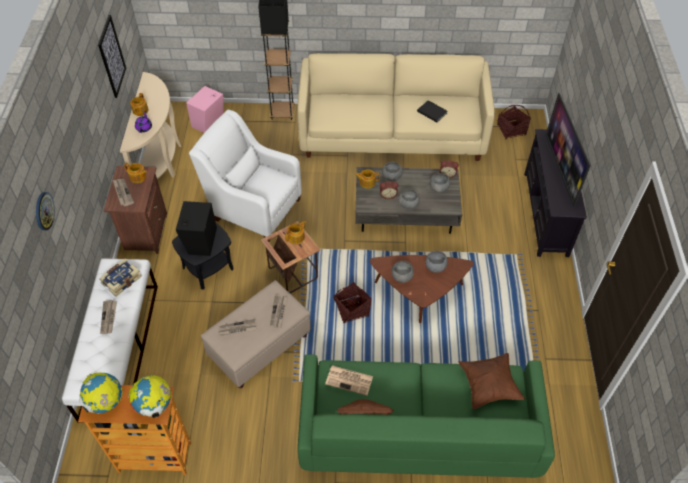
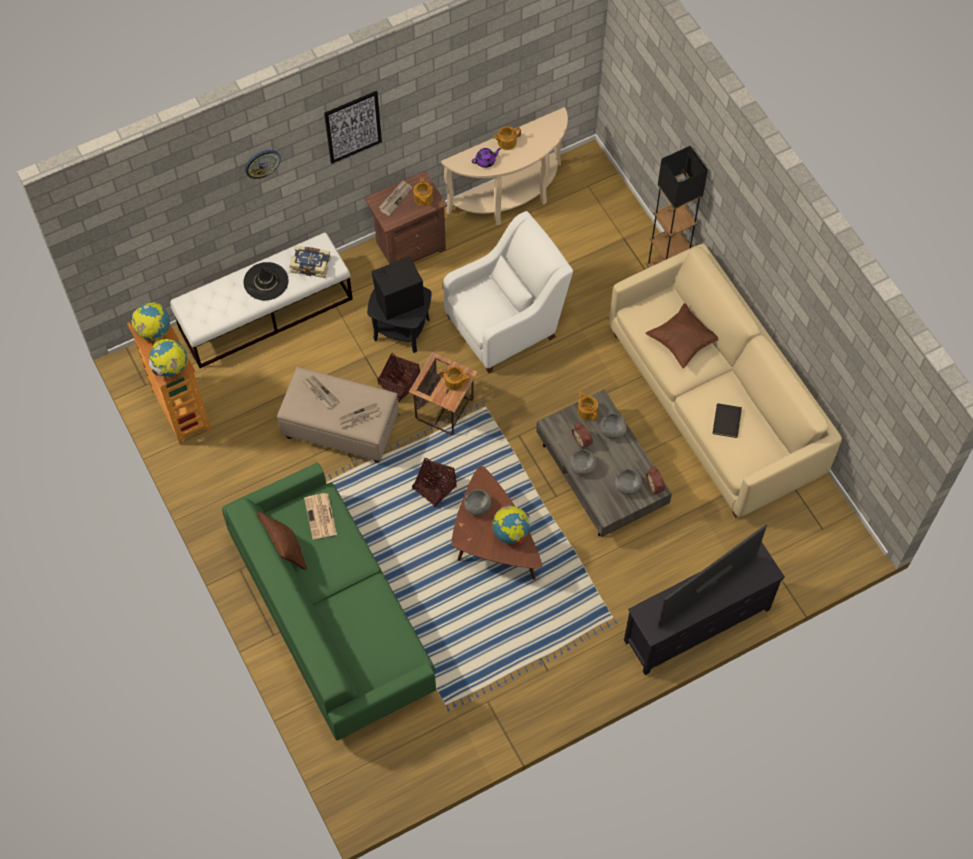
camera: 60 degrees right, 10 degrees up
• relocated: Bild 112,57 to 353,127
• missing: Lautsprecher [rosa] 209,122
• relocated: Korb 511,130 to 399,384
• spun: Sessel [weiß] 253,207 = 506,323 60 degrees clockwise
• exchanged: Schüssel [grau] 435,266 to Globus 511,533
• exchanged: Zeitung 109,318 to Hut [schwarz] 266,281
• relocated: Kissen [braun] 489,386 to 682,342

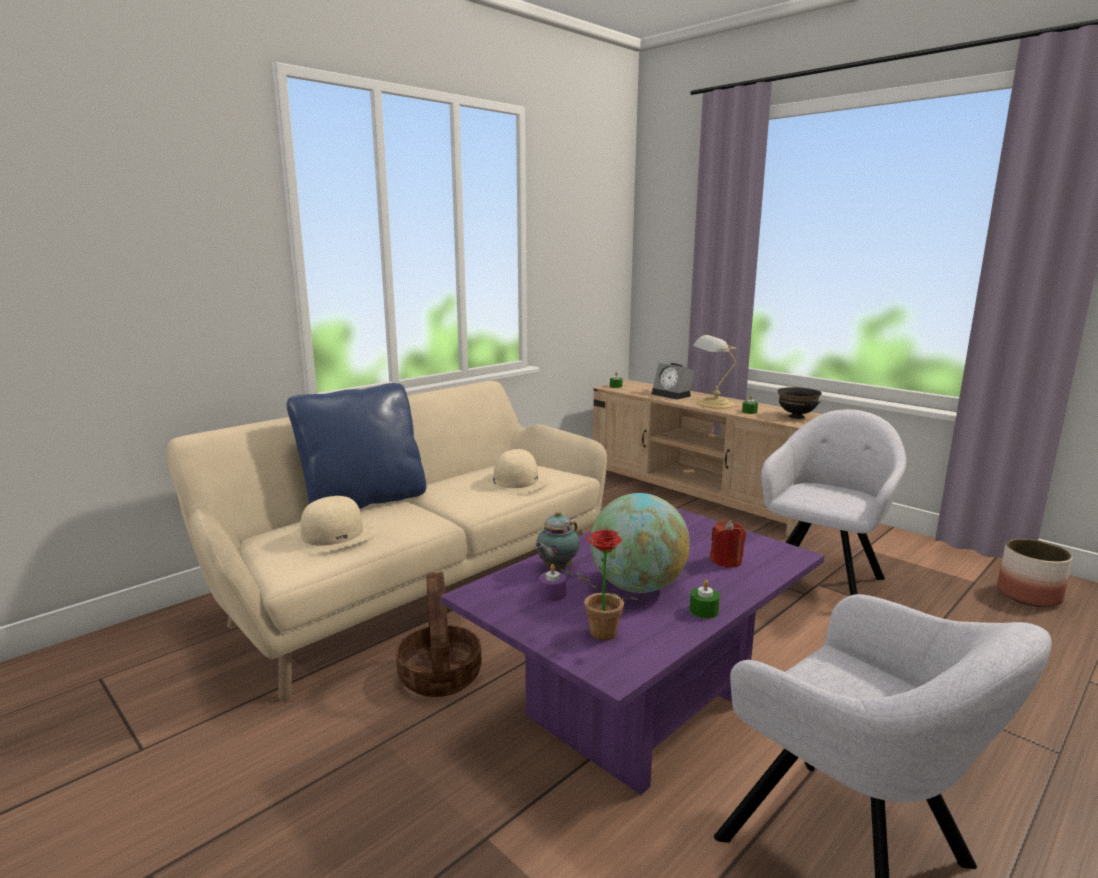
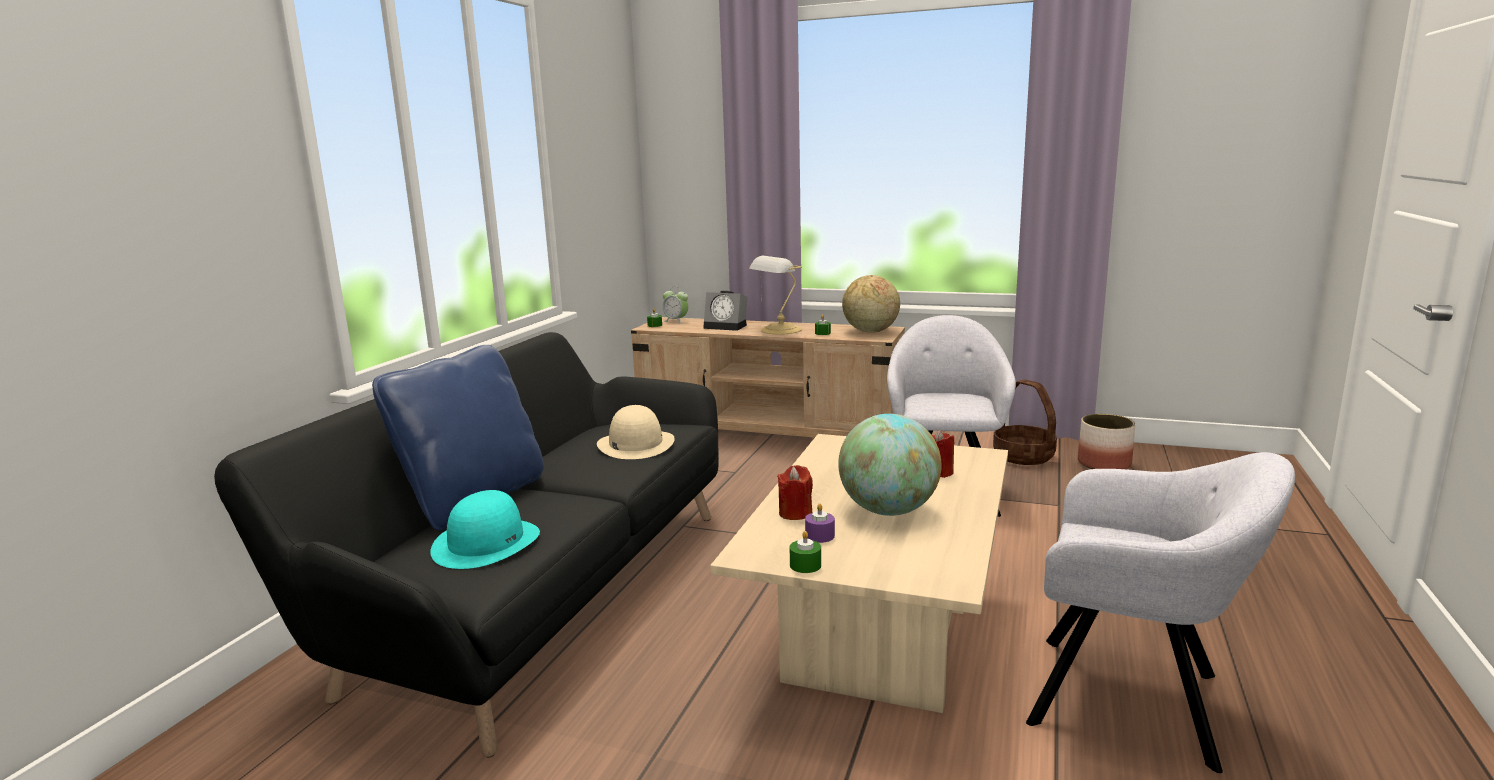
camera: 25 degrees left, 0 degrees up
• colour: Sofa [beige] 415,587 to Sofa [schwarz] 539,594
• exchanged: Schüssel [schwarz] 796,416 to Globus 870,331
• colour: Hut [beige] 333,536 to Hut [türkis] 486,542
• colour: Couchtisch [lila] 638,708 to Couchtisch [beige] 878,642
• exchanged: Teekanne 556,568 to Kerze [rot] 795,513
• missing: Topfpflanze 598,634
• relocated: Korb 441,676 to 1024,456
• relocated: Kerze [grün] 704,611 to 805,565
• appeared: Wecker 676,321

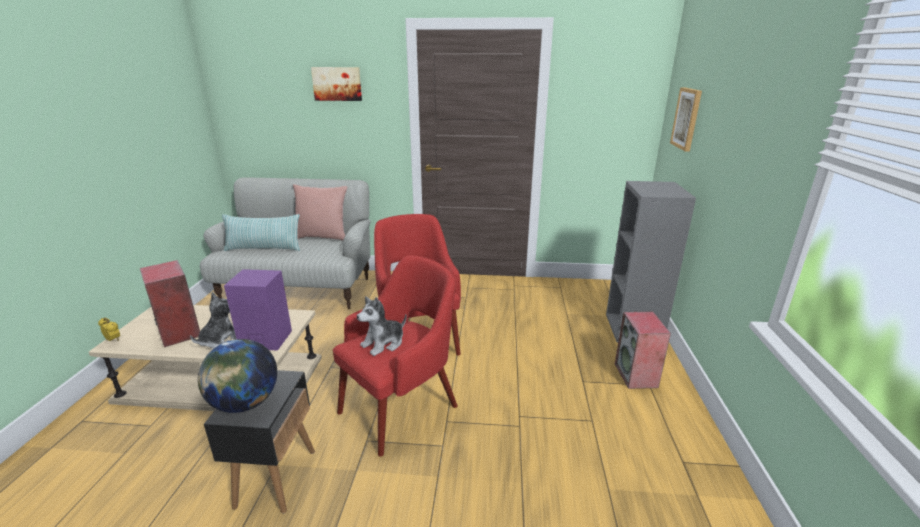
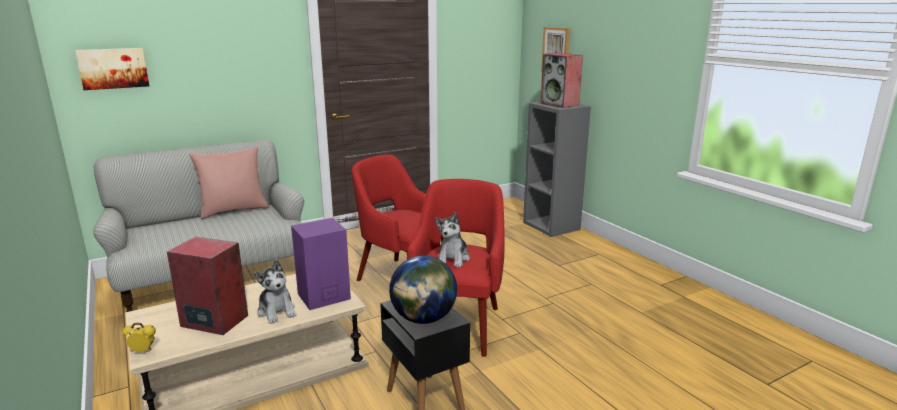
camera: 35 degrees left, 5 degrees down
• relocated: Bild 337,84 to 113,68
• missing: Kissen 264,248
• spun: Plüschtier 220,340 = 277,311 150 degrees clockwise
• relocated: Lautsprecher 636,376 to 560,104

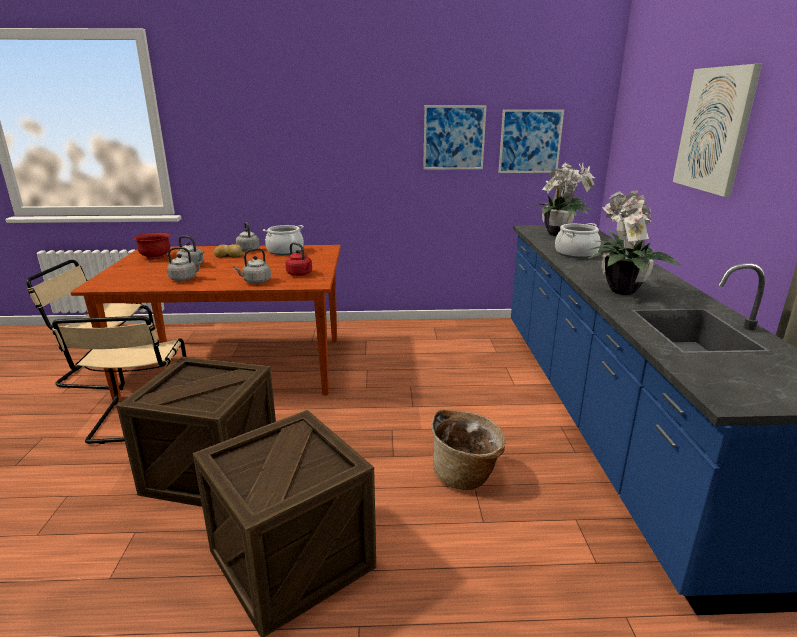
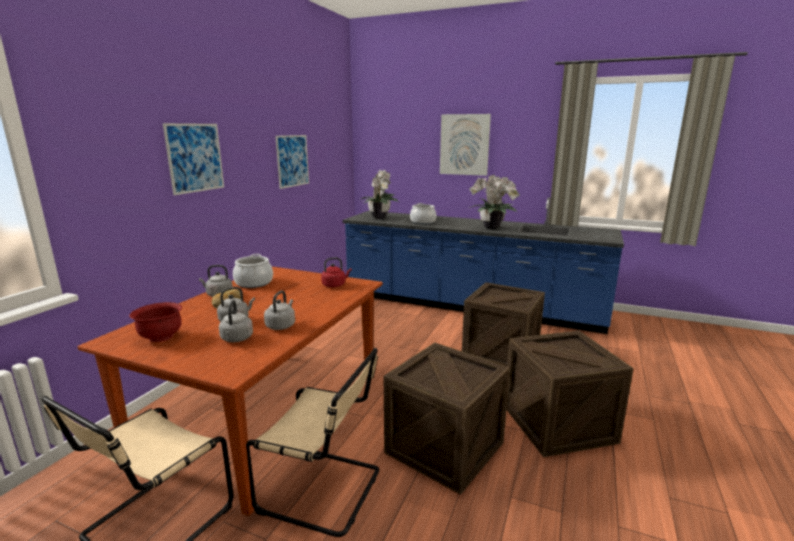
camera: 65 degrees left, 5 degrees down
• relocated: Bild 530,141 to 195,158
• relocated: Wasserkessel [grau] 255,281 to 236,339
• exchanged: Korb 465,475 to Kiste 501,352

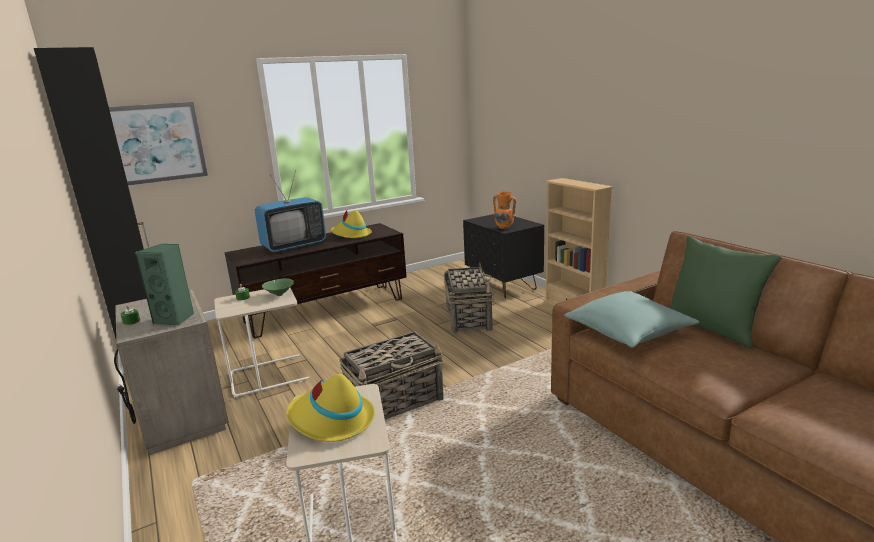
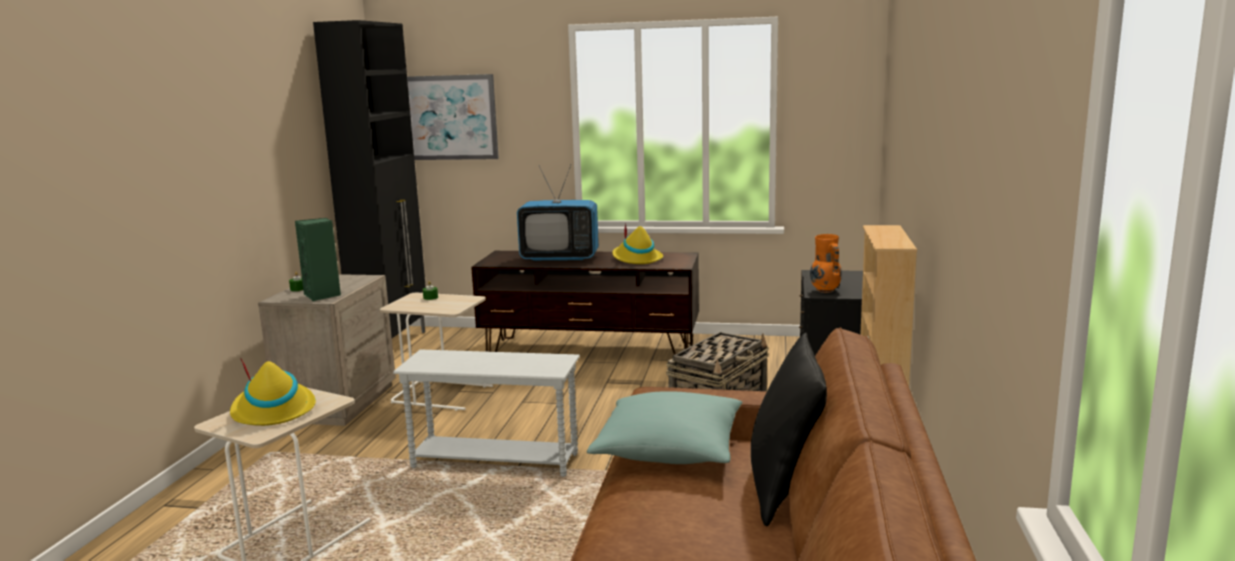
camera: 40 degrees right, 5 degrees down
• colour: Kissen [grün] 712,329 to Kissen [schwarz] 786,489
• missing: Schüssel [grün] 279,294
• exchanged: Korb 396,401 to Beistelltisch [weiß] 495,461

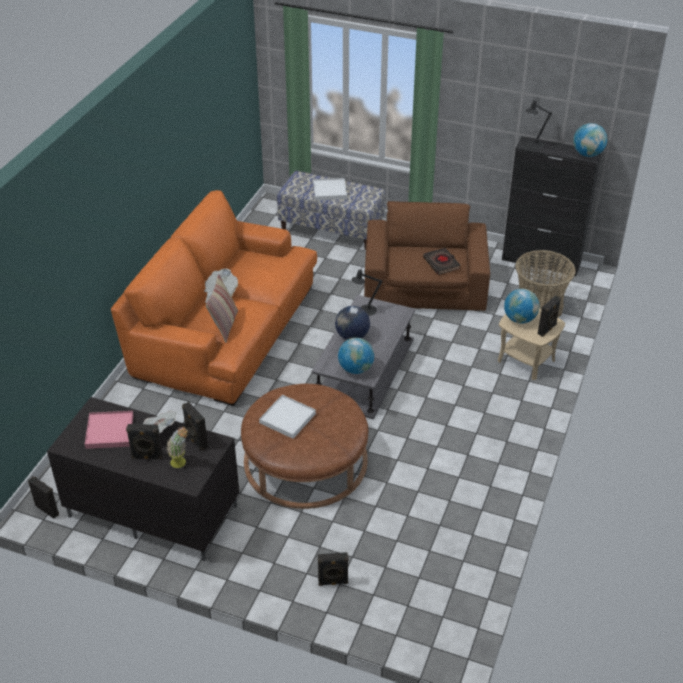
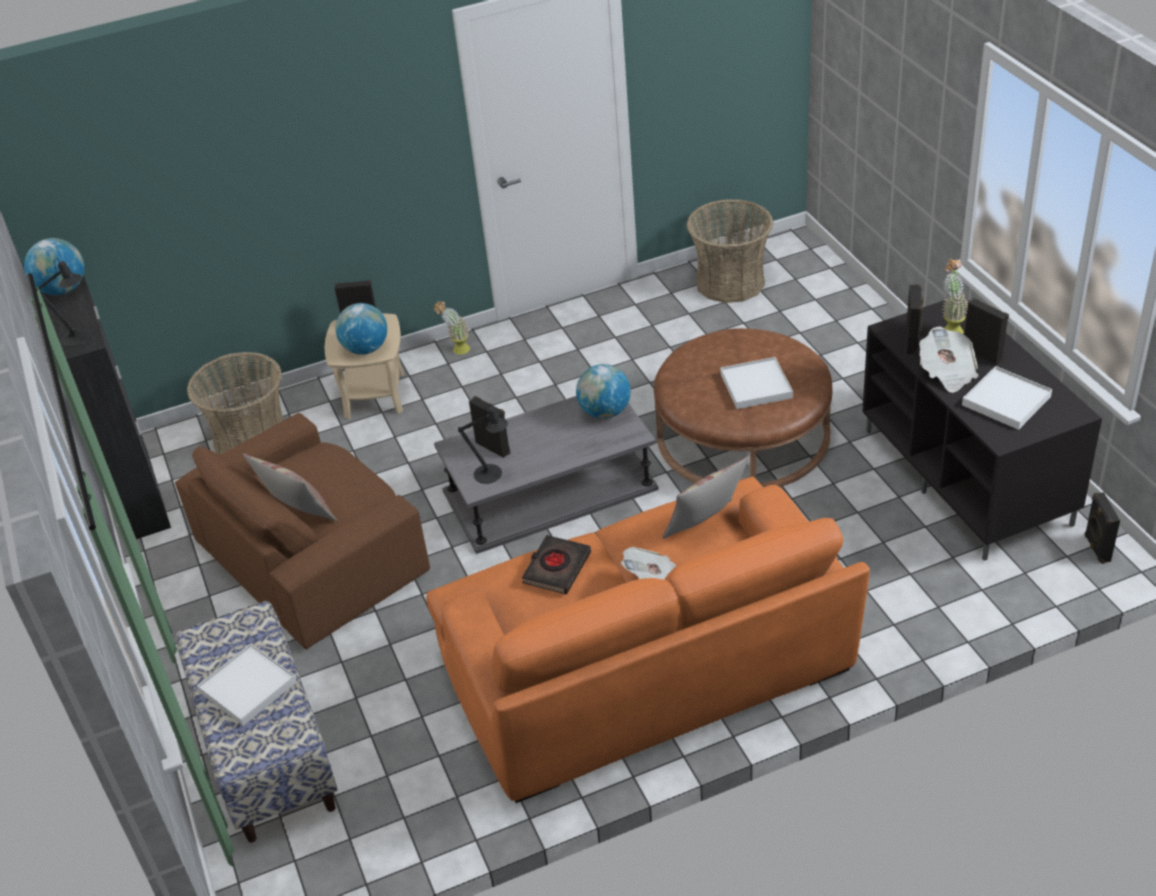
camera: 130 degrees left, 0 degrees up
• relocated: Buch [schwarz] 441,263 to 556,568
• missing: Globus 352,336
• colour: Tablett [rosa] 110,431 to Tablett [weiß] 1006,400
• relocated: Lautsprecher [schwarz] 333,582 to 493,447
• appeared: Korb 730,282
• appeared: Topfpflanze 457,351
• appeared: Kissen 298,514

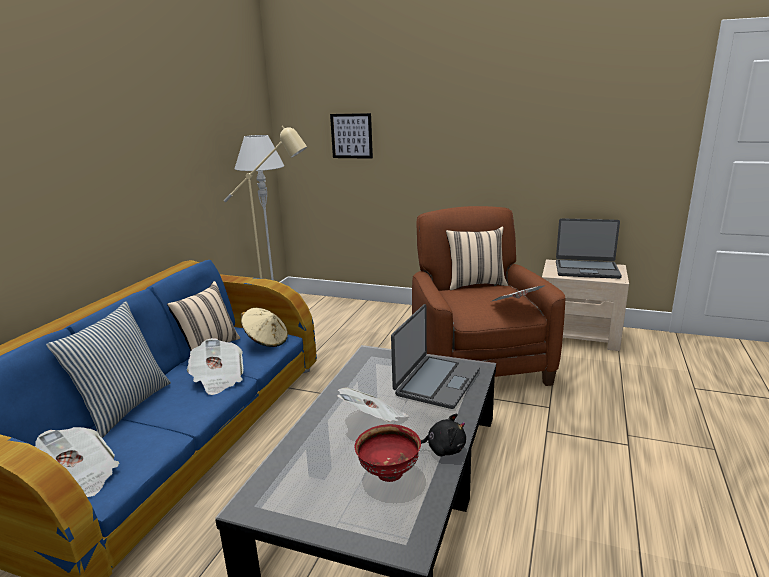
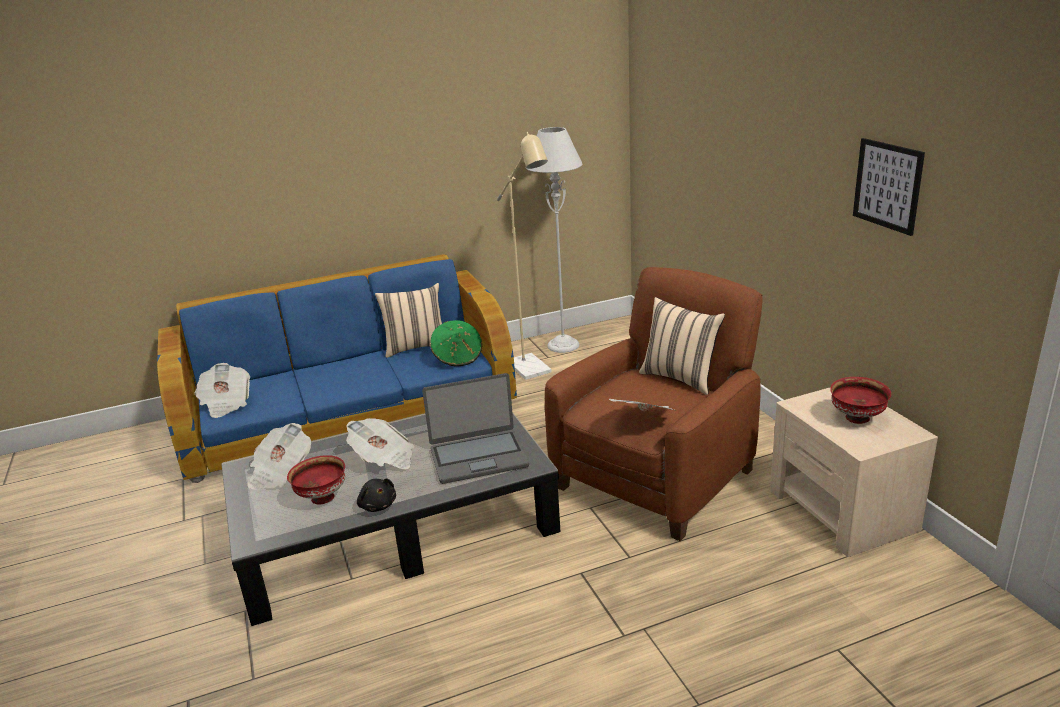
camera: 50 degrees right, 5 degrees up
• relocated: Bild 351,136 to 887,185
• exchanged: Laptop 586,270 to Schüssel [rot] 857,418
• missing: Kissen 124,406
• colour: Hut [beige] 266,341 to Hut [grün] 458,357
• relocated: Zeitung 218,379 to 280,473

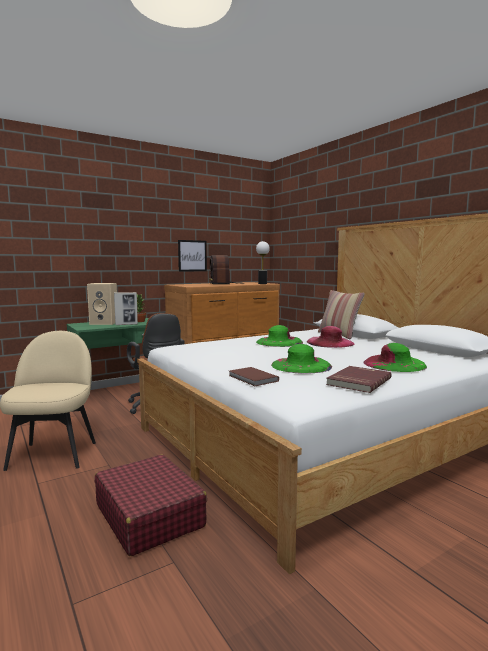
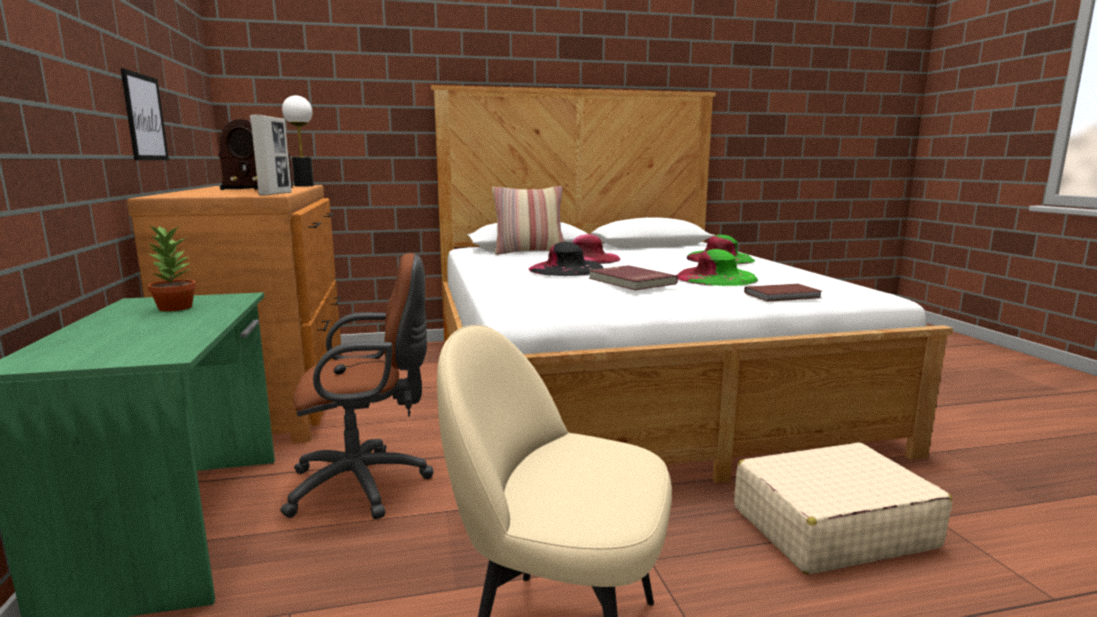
camera: 70 degrees left, 5 degrees up
• missing: Lautsprecher [beige] 105,323
• relocated: Bilderrahmen 126,324 to 275,194
• colour: Hut [grün] 279,342 to Hut [schwarz] 566,269
• relocated: Buch [rot] 358,381 to 630,281
• colour: Koffer [rot] 149,515 to Koffer [beige] 831,527

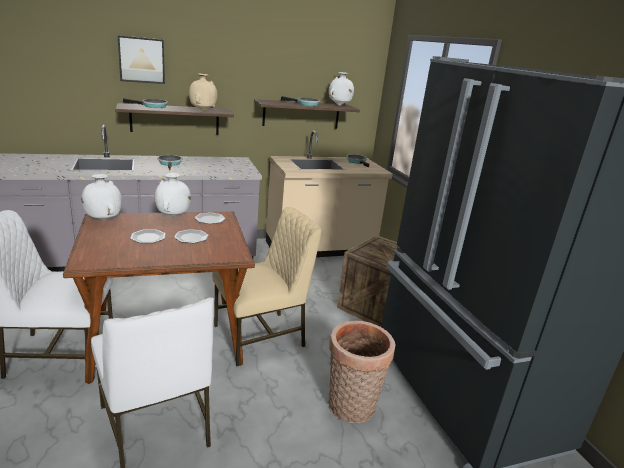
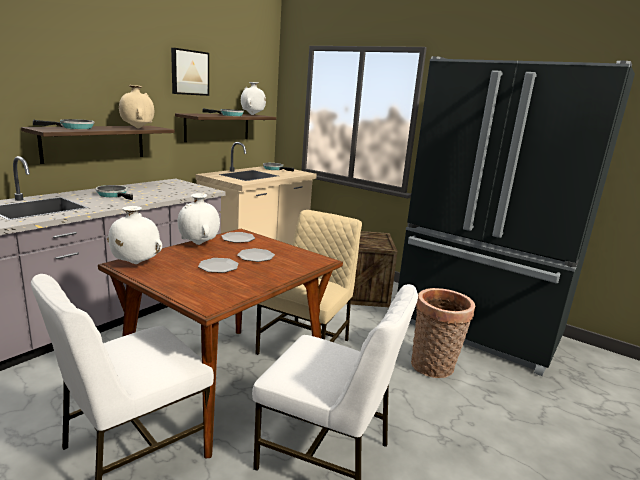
camera: 35 degrees left, 5 degrees down
• relocated: Bild 142,60 to 189,72

